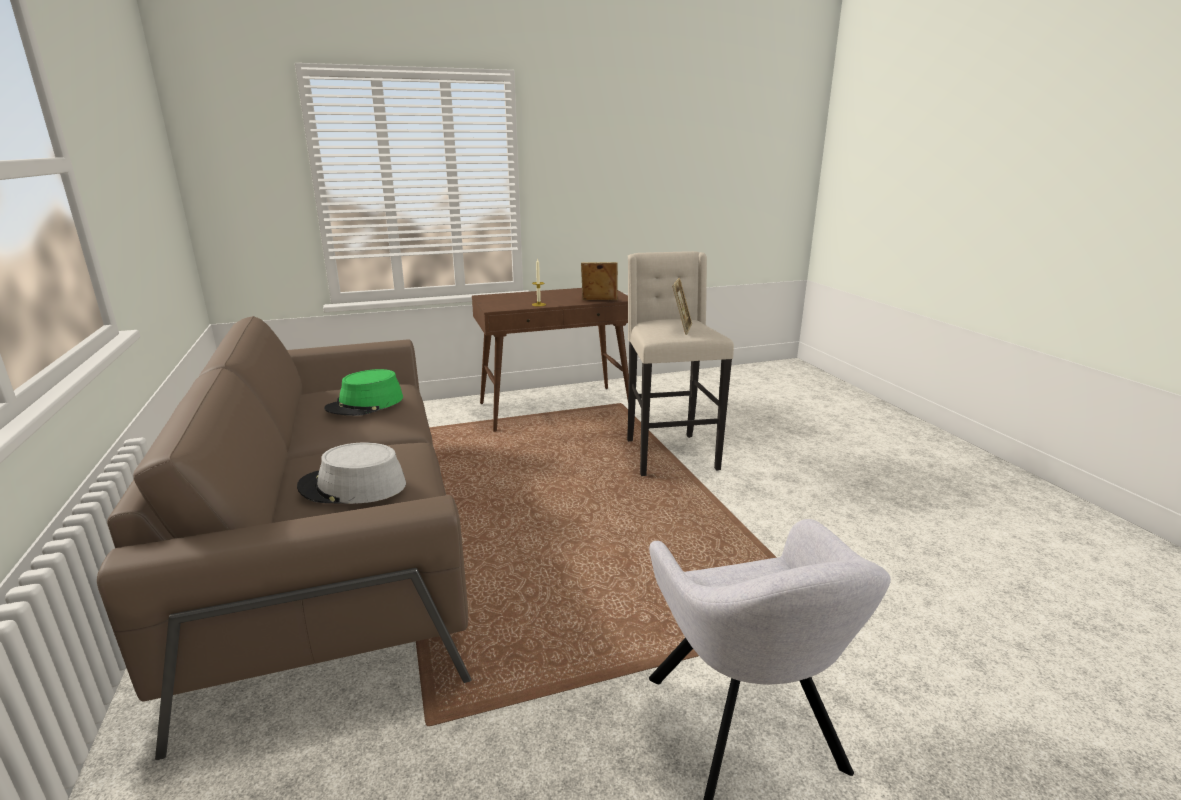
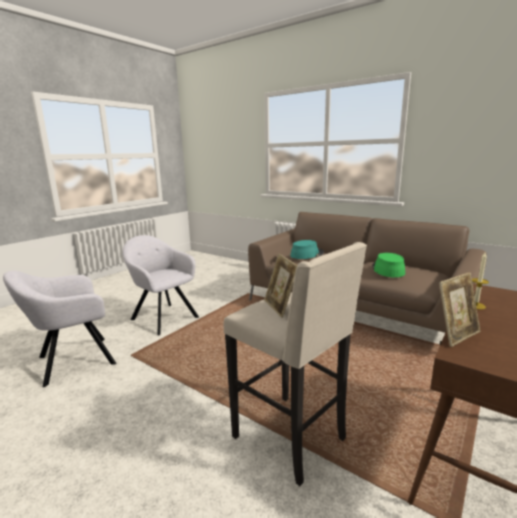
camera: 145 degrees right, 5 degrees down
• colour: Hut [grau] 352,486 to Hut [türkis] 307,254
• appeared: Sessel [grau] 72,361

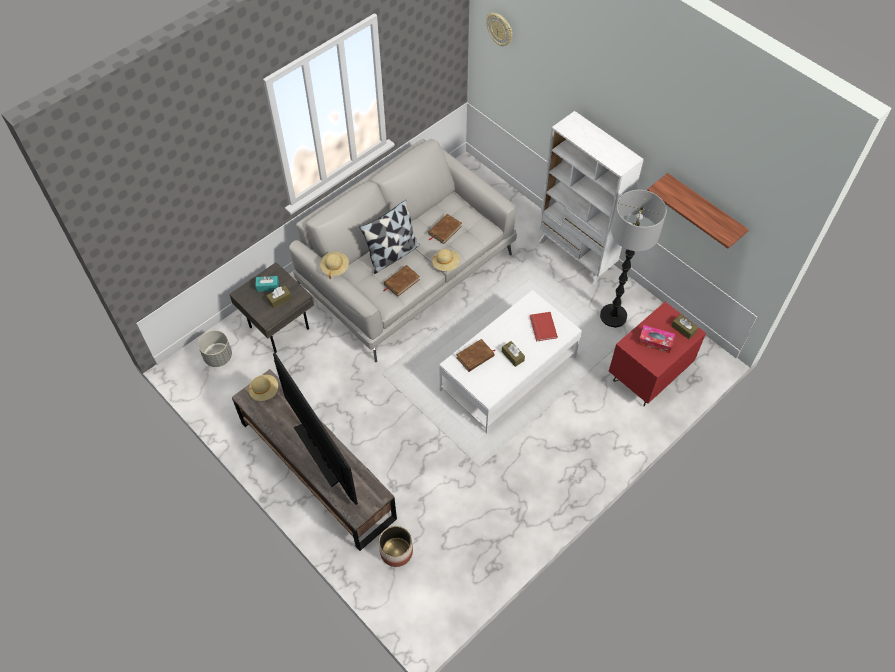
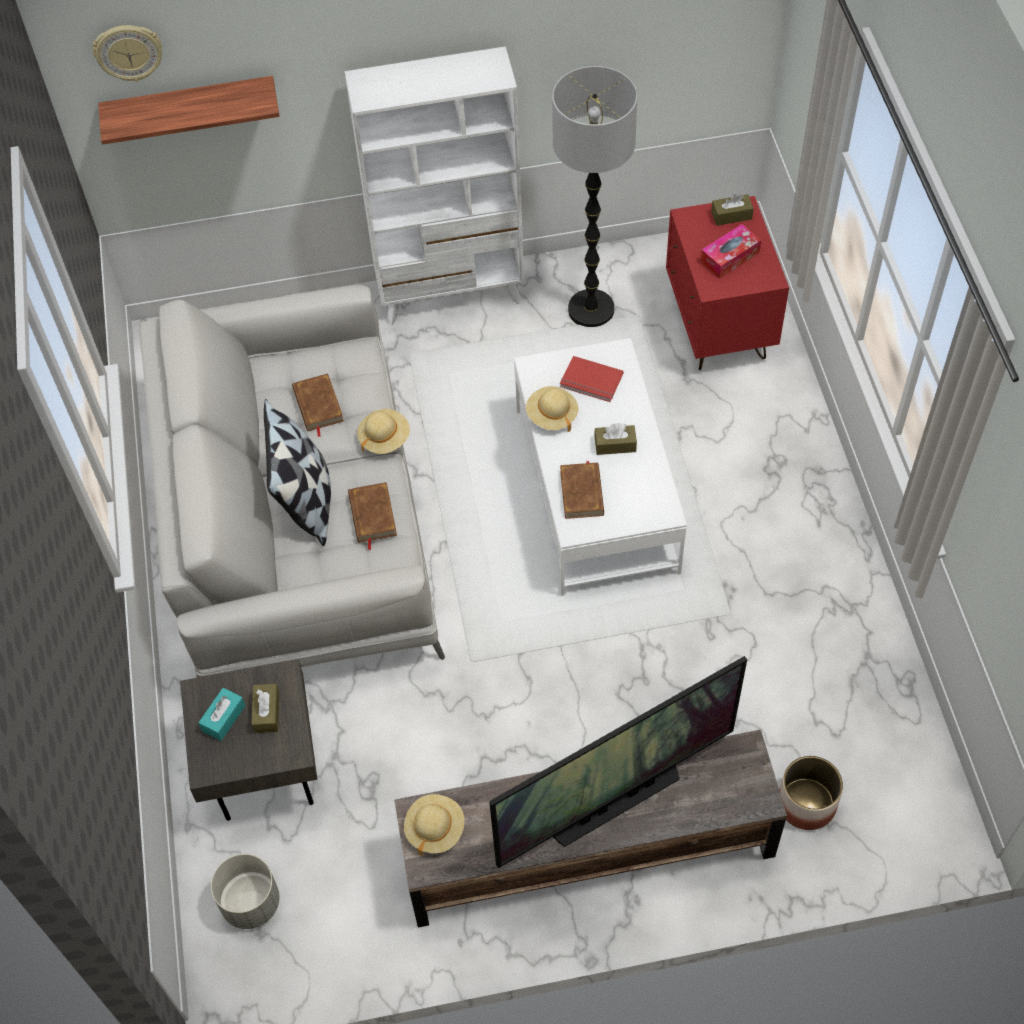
camera: 55 degrees left, 0 degrees up
• relocated: Wandregal 703,210 to 190,108
• relocated: Hut [beige] 335,268 to 552,416
• spun: Fernseher 319,453 = 614,801 150 degrees clockwise

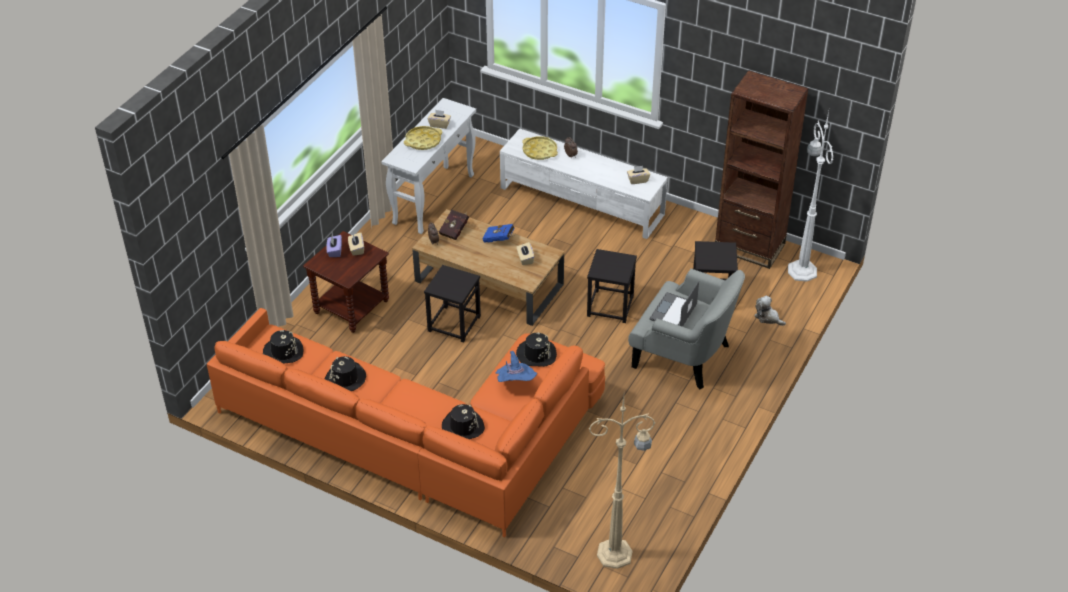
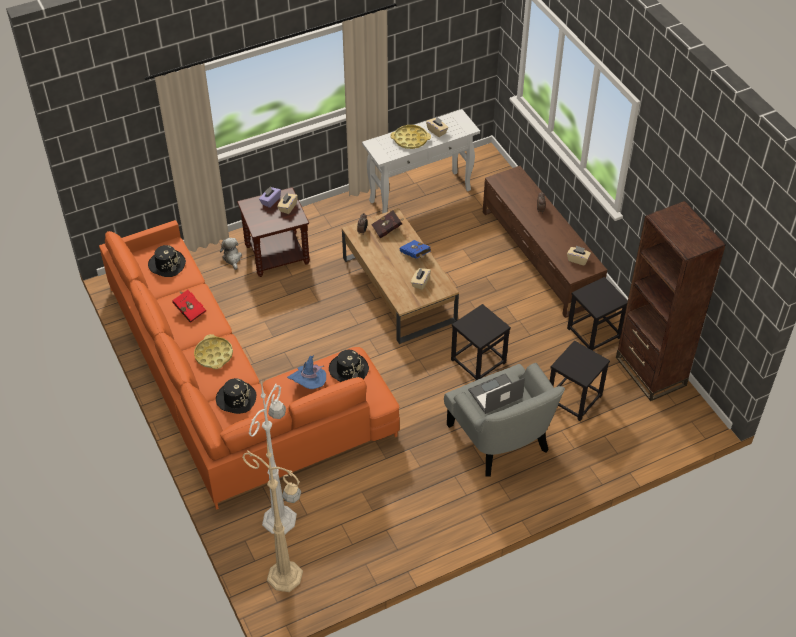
camera: 35 degrees right, 5 degrees up
• relocated: Stehlampe [weiß] 801,270 to 280,518
• colour: Fernsehschrank [weiß] 582,201 to Fernsehschrank [braun] 540,257
• relocated: Tablett [gelb] 539,151 to 213,355
• relocated: Hocker [schwarz] 453,323 to 593,332
• relocated: Plüschtier 768,317 to 232,258
• exchanged: Hut [schwarz] 345,378 to Buch [rot] 189,310

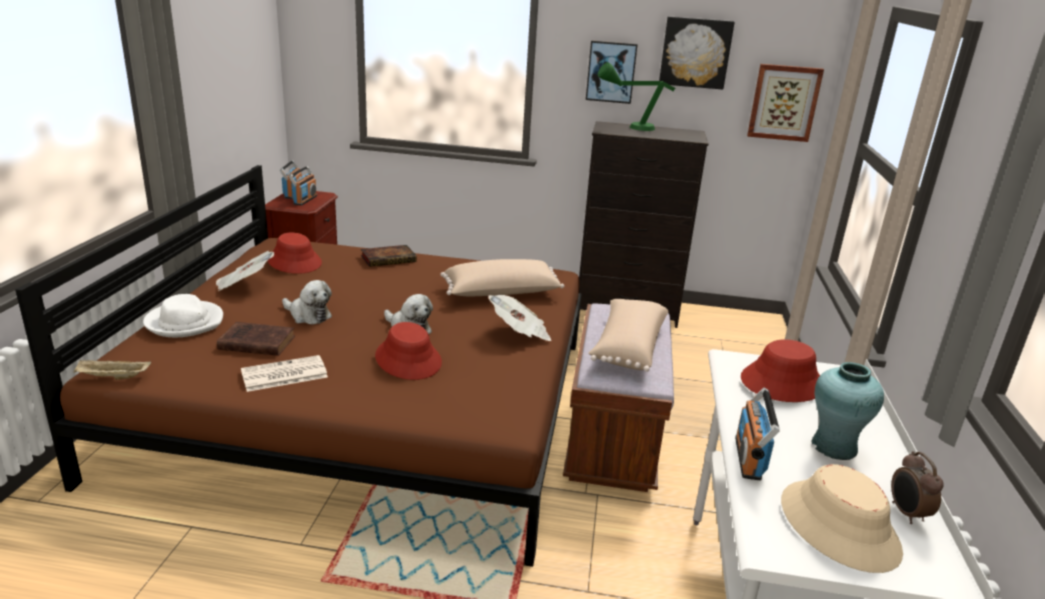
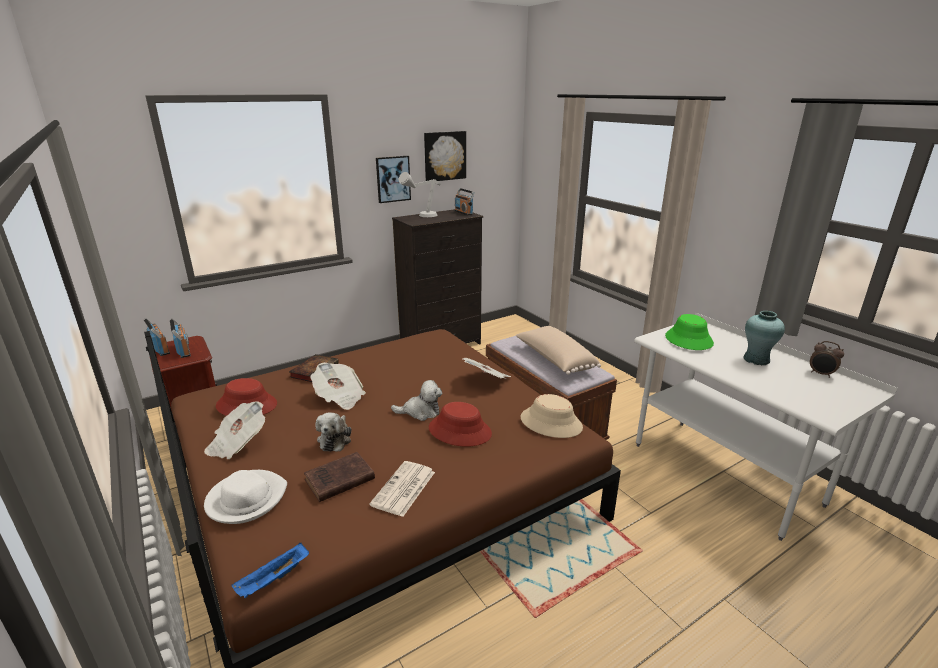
camera: 40 degrees left, 0 degrees up
• colour: Tischlampe [grün] 629,128 to Tischlampe [grau] 422,217
• missing: Bild 784,102
• missing: Kissen [beige] 501,294
• spun: Plüschtier 308,315 = 335,439 105 degrees clockwise
• colour: Hut [rot] 781,383 to Hut [grün] 688,340
• colour: Tablett [beige] 113,377 to Tablett [blau] 273,580
• relocated: Radio 749,458 to 463,212
• relocated: Hut [beige] 839,526 to 551,423
• appeared: Zeitung 339,397

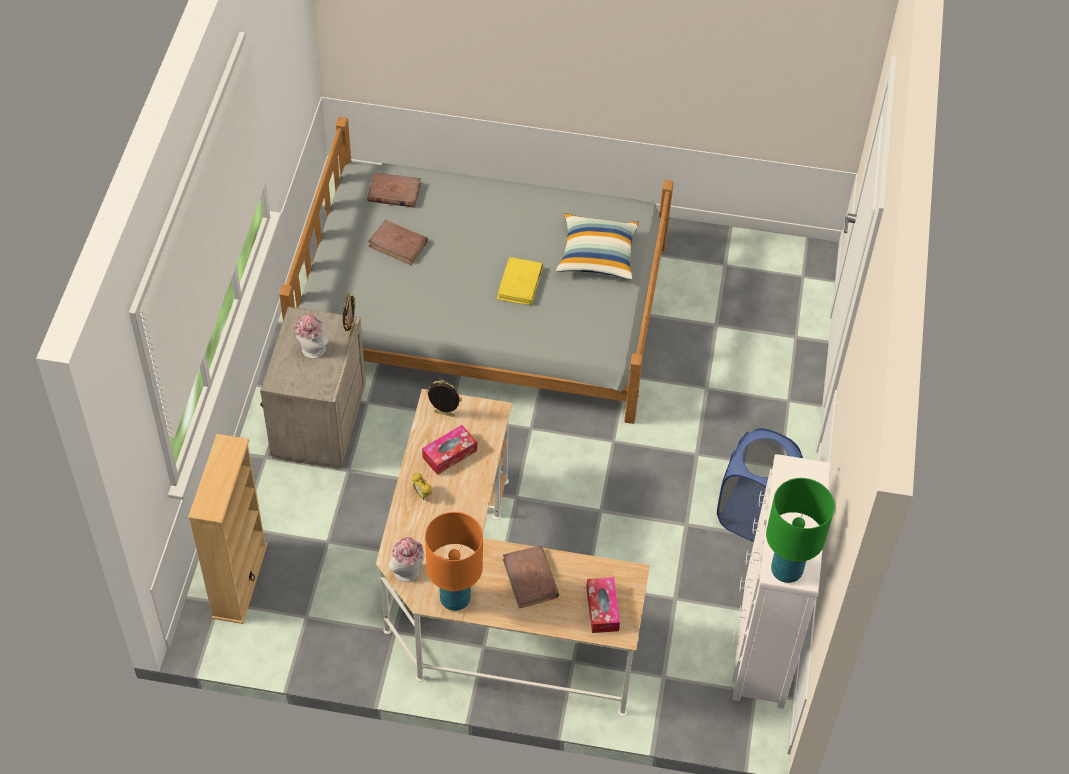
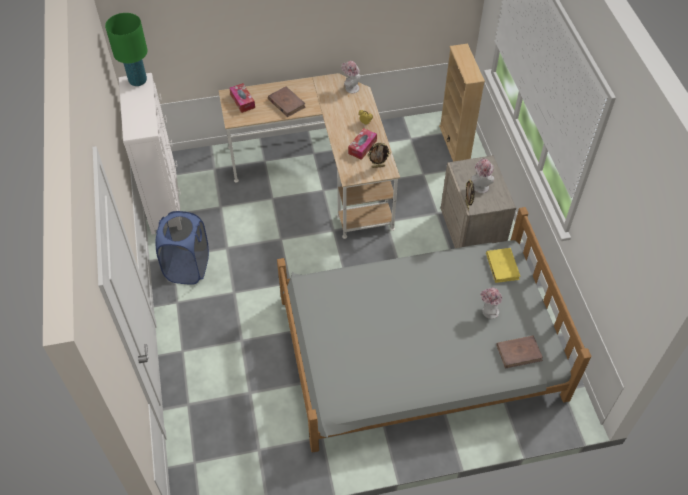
camera: 160 degrees right, 0 degrees up
• missing: Kissen 597,255
• exchanged: Buch [braun] 398,244 to Hut 488,311
• relocated: Buch [gelb] 520,284 to 502,266
• missing: Tischlampe [orange] 455,599

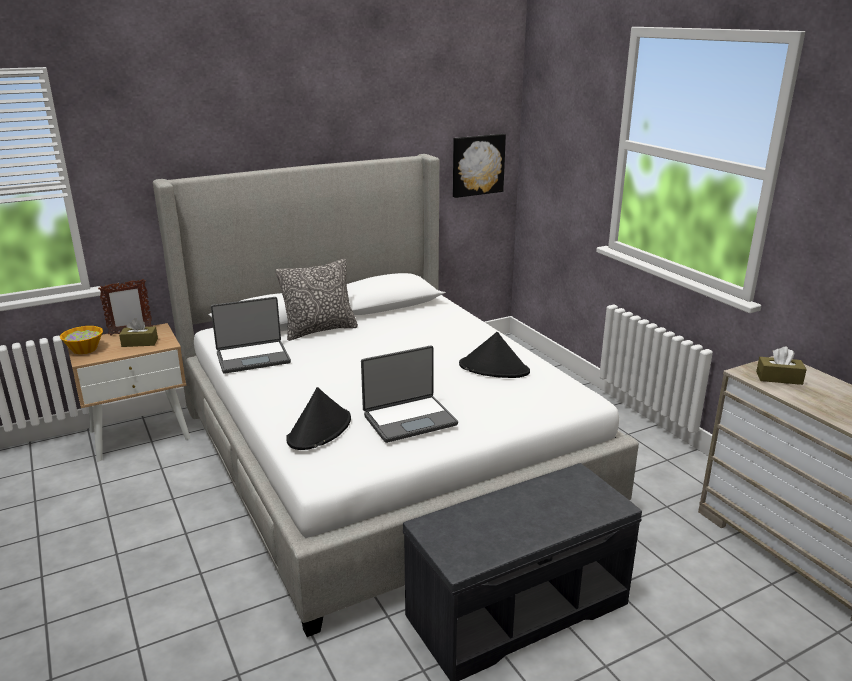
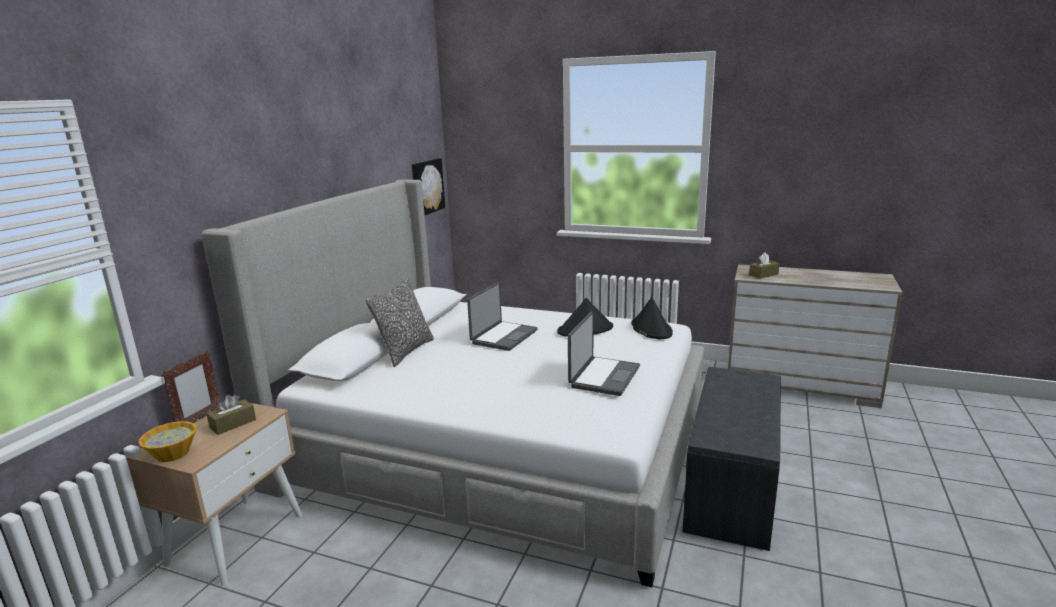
camera: 40 degrees left, 5 degrees down
• relocated: Laptop 253,357 to 503,336
• relocated: Hut [schwarz] 319,430 to 651,329

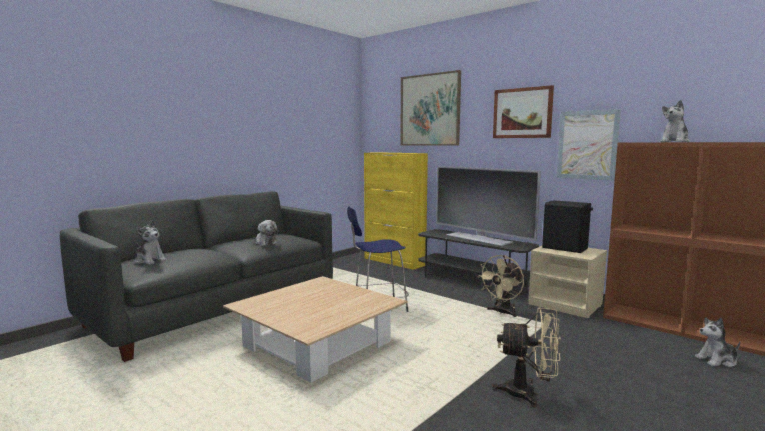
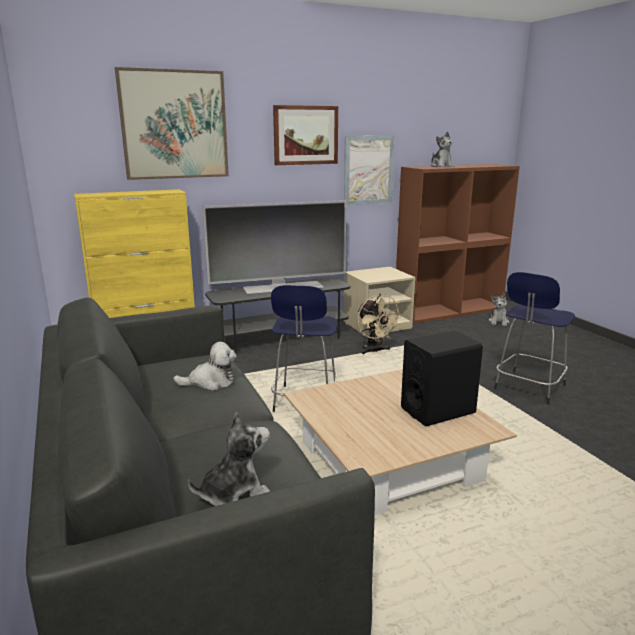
camera: 65 degrees left, 10 degrees up
• relocated: Lautsprecher [schwarz] 565,248 to 438,410
• exchanged: Ventilator [beige] 528,393 to Hocker [blau] 528,388

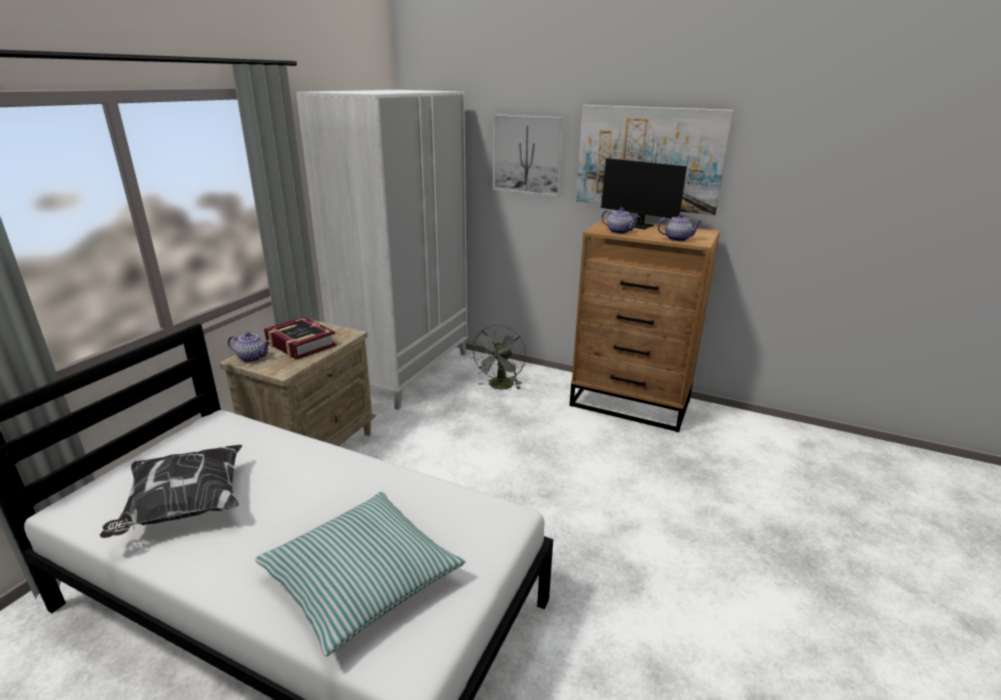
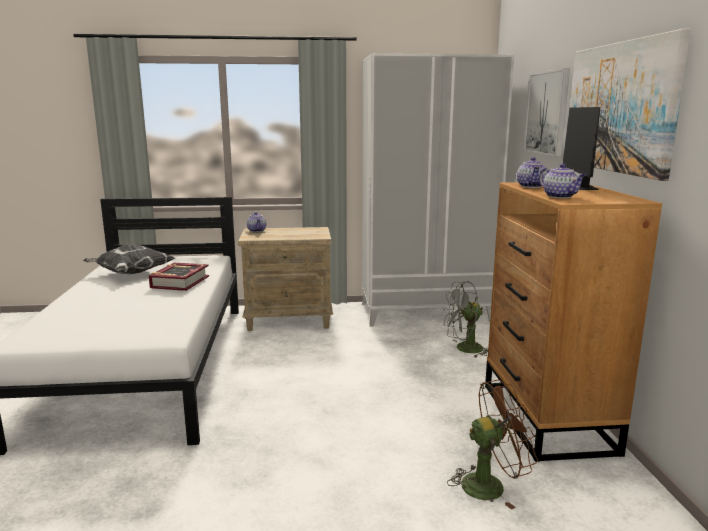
camera: 60 degrees right, 10 degrees down
• relocated: Buch 300,344 to 179,282
• missing: Kissen 361,578
• appeared: Ventilator [braun] 491,485

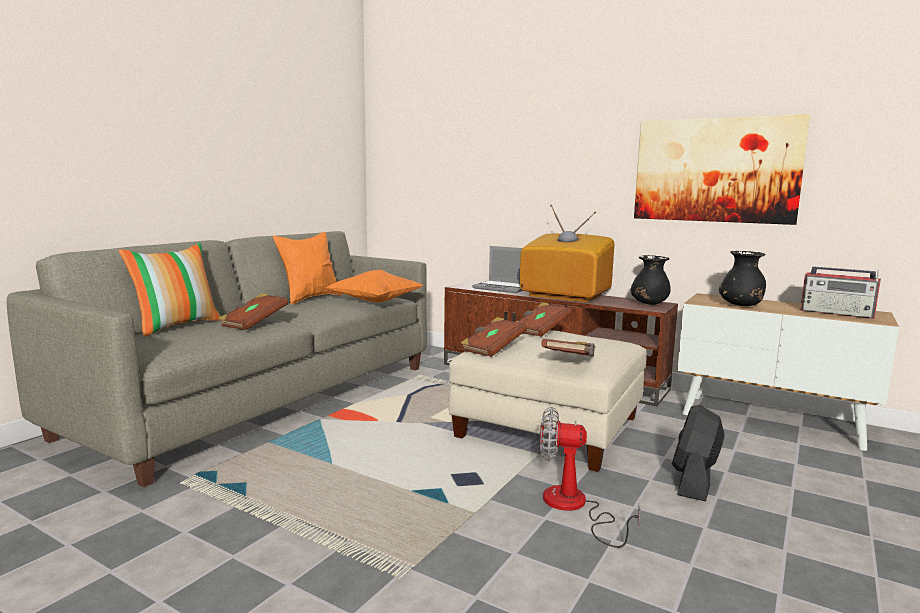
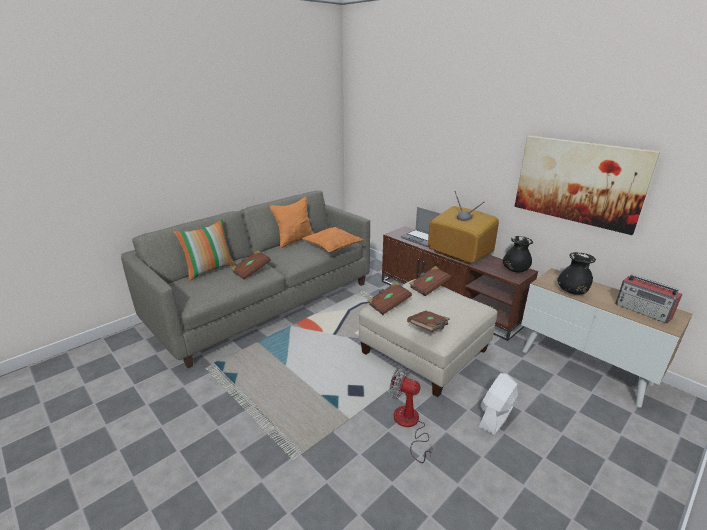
camera: 15 degrees right, 15 degrees up
• colour: Ventilator [schwarz] 694,482 to Ventilator [weiß] 496,416

